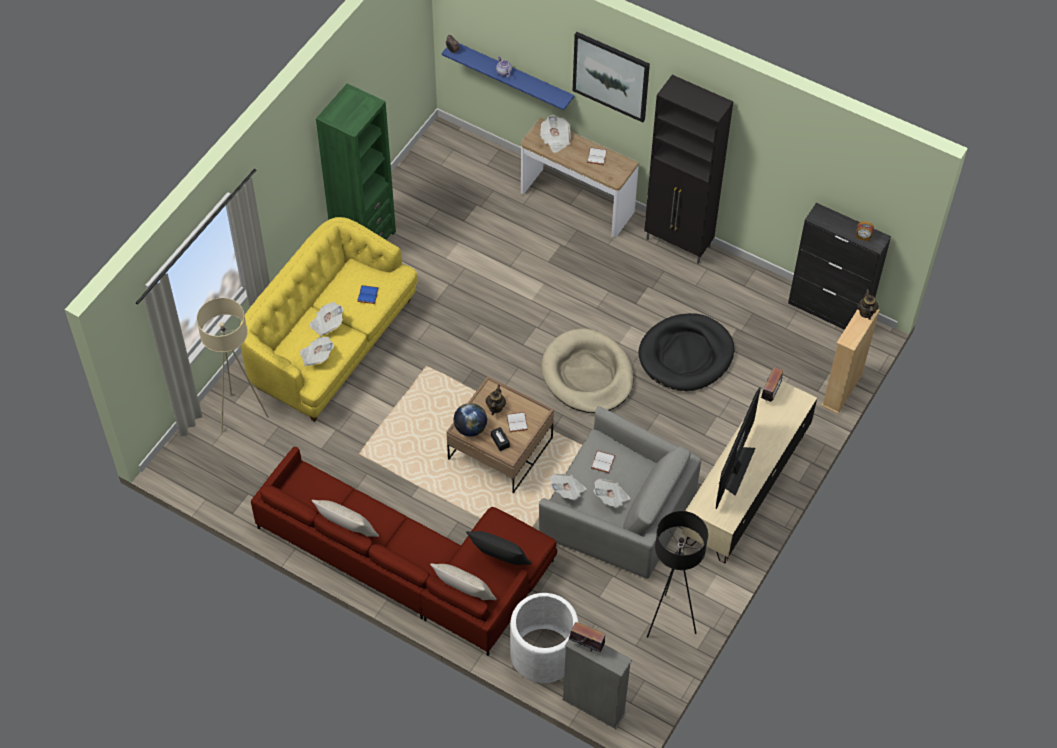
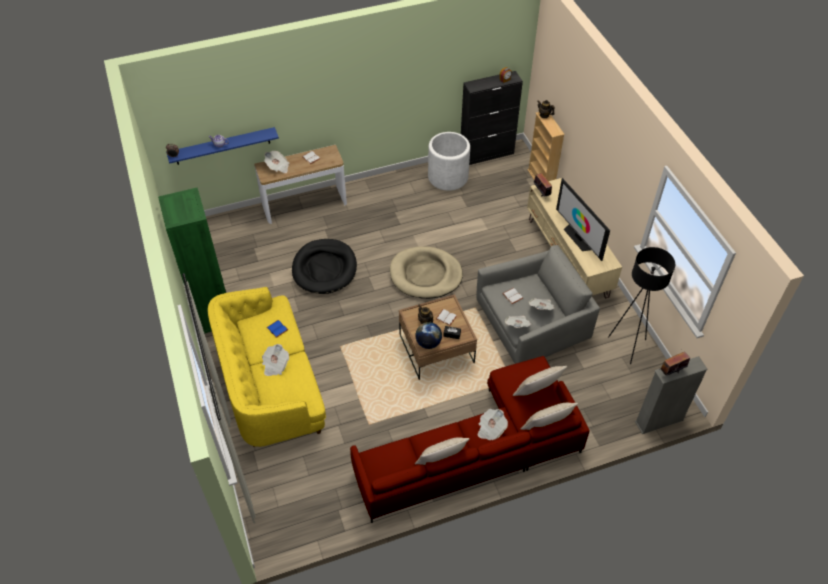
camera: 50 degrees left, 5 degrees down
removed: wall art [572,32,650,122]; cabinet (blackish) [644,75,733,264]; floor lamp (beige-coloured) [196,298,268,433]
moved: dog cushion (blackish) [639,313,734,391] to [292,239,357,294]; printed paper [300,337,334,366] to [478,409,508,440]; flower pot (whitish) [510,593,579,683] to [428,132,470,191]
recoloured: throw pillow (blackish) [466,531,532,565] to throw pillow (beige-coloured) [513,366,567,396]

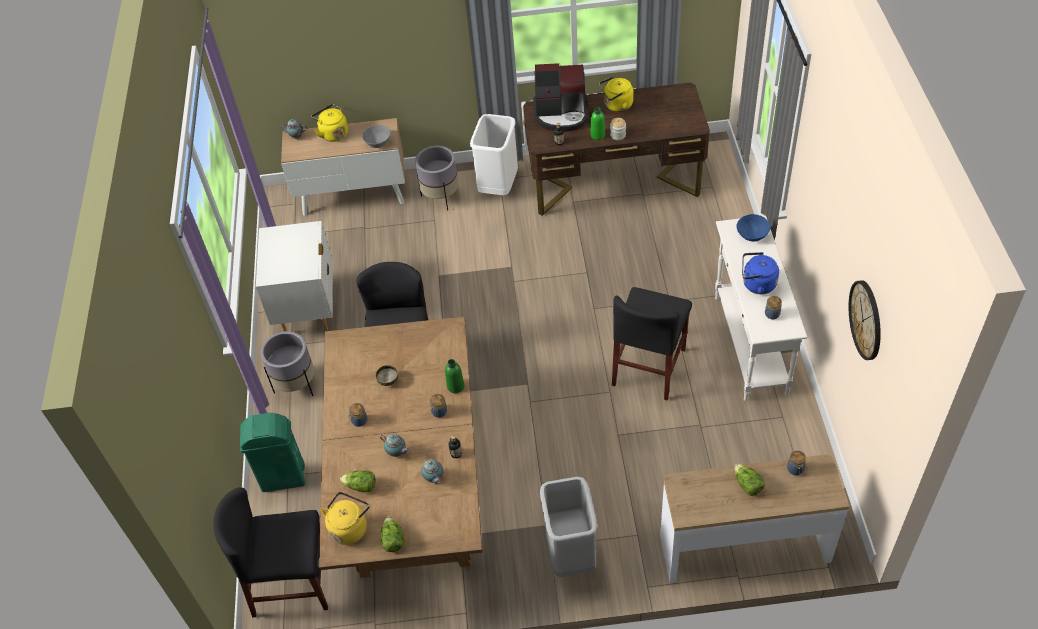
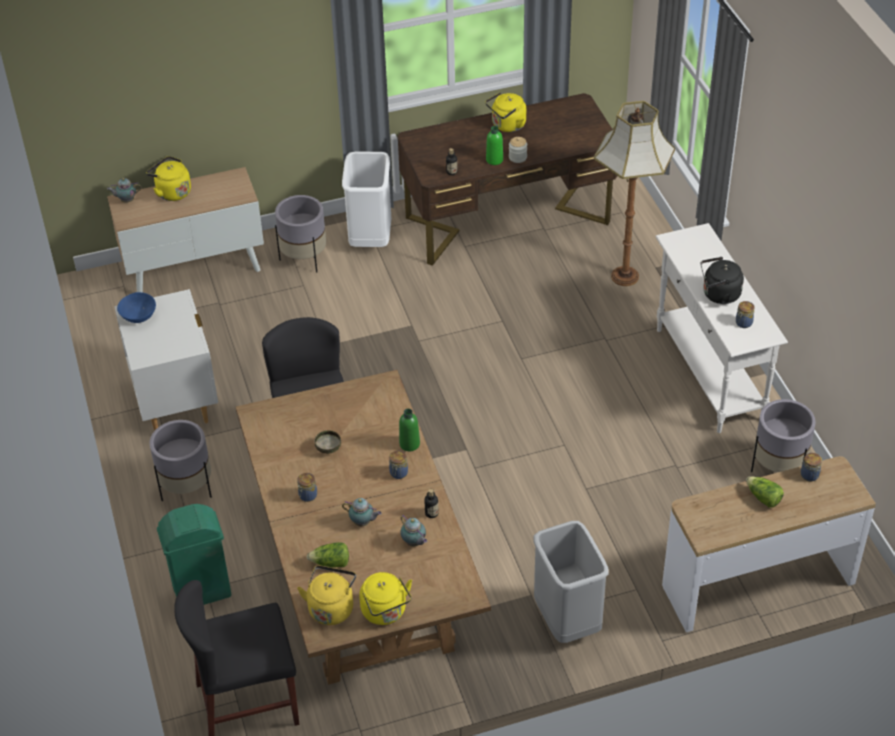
camera: 15 degrees left, 5 degrees down
removed: coffee machine [533,63,588,132]; serving bowl (grey) [362,125,391,148]; hanging clock [849,280,881,360]; plain chair (blackish) [612,287,692,400]
added: floor lamp [594,101,675,286]; flower pot (grey) [751,399,816,472]
moved: serving bowl (blue) [736,214,770,241] to [117,292,156,323]
replaced: lettuce head [381,517,405,552] to kettle (yellowish) [359,572,412,625]
recoloured: kettle (blue) [742,252,779,294] to kettle (blackish) [701,257,744,304]

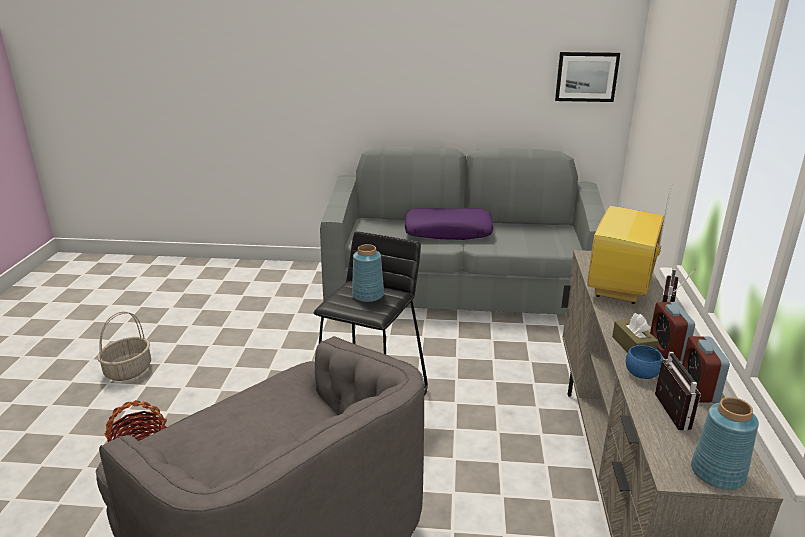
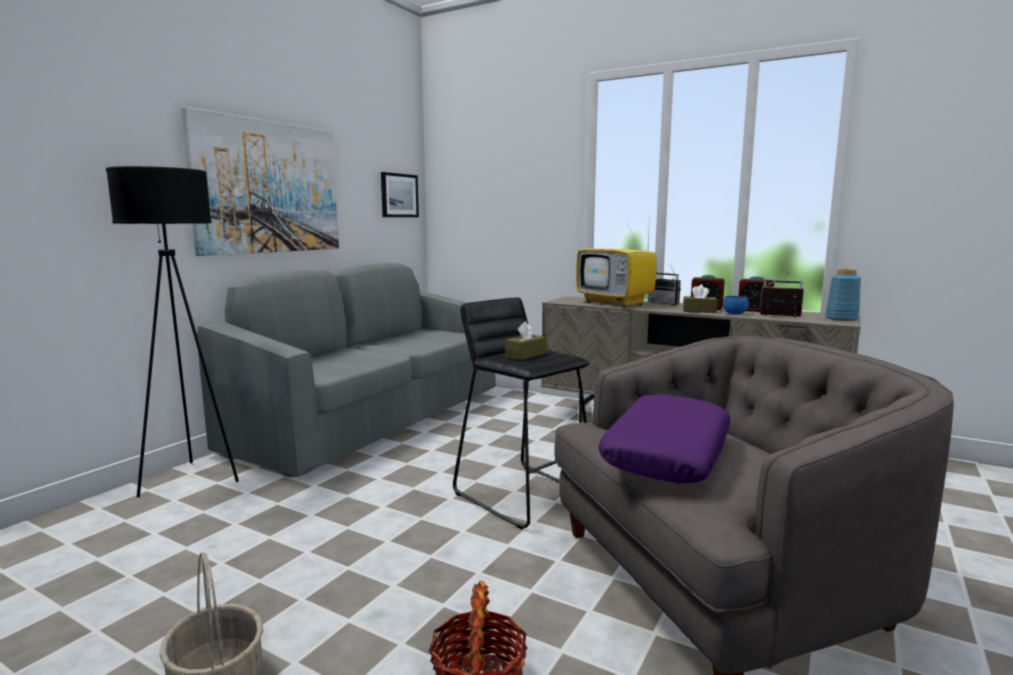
camera: 65 degrees left, 15 degrees down
added: wall art [181,107,339,256]; floor lamp (blackish) [106,166,239,497]
moved: throw pillow (purple-coloured) [405,208,493,240] to [598,394,730,484]
replaced: decorative vase (blue) [352,244,384,302] to box of tissues (brown) [505,321,547,360]

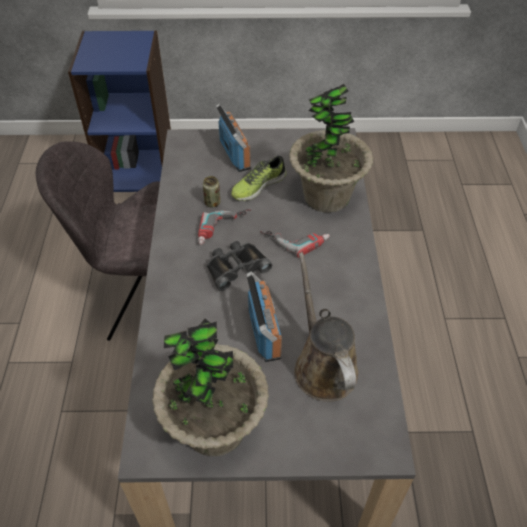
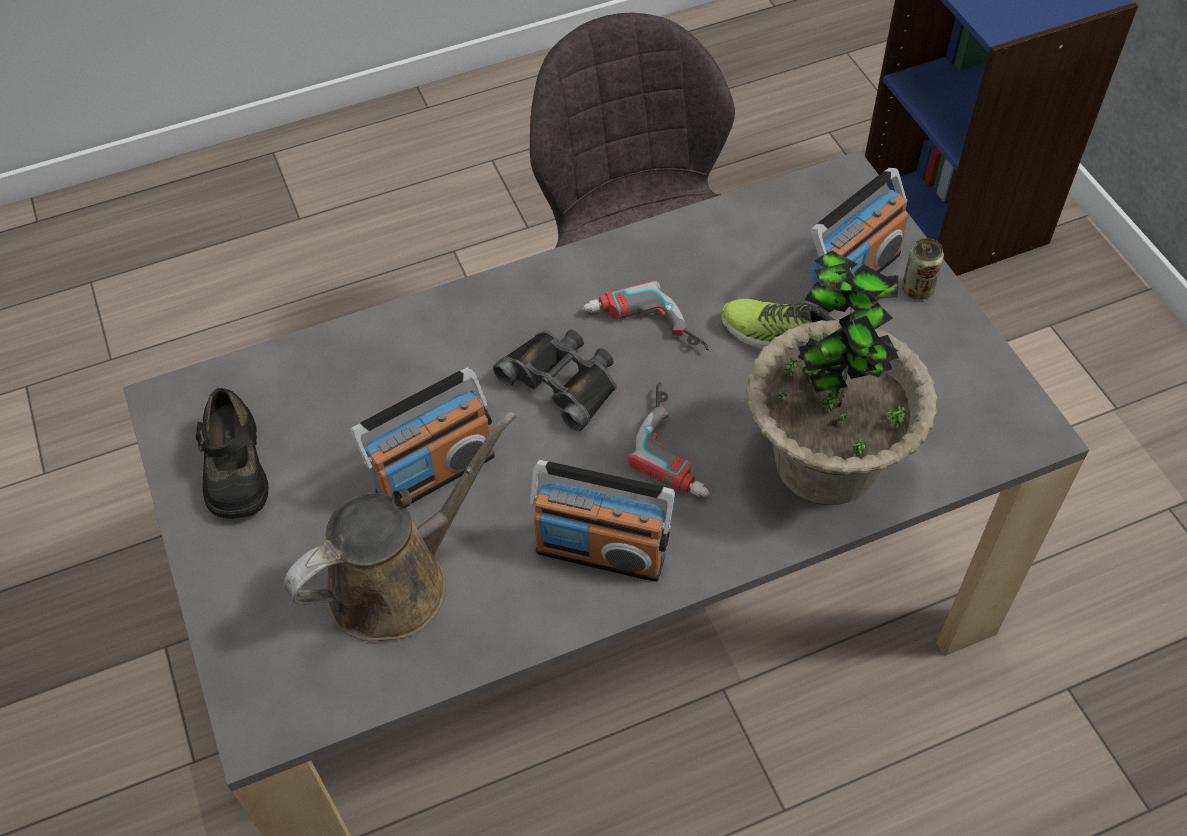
camera: 70 degrees right, 5 degrees up
added: radio receiver [529,460,675,582]
moved: can [203,176,220,207] to [902,238,944,300]
replaced: houseplant [152,319,269,456] to shoe (blackish) [196,388,269,519]

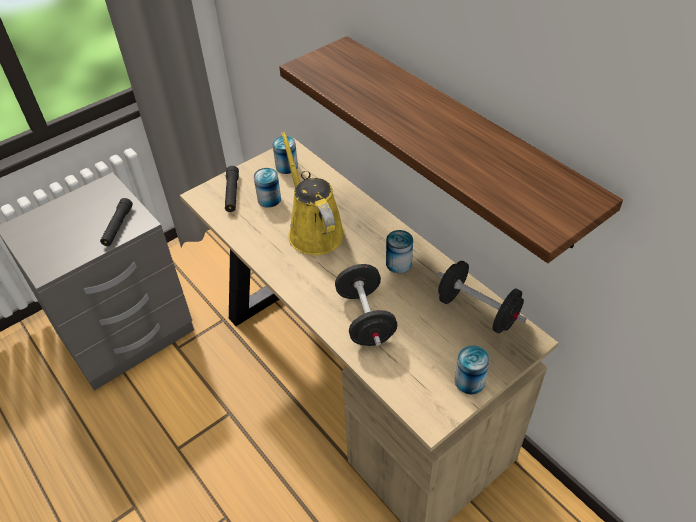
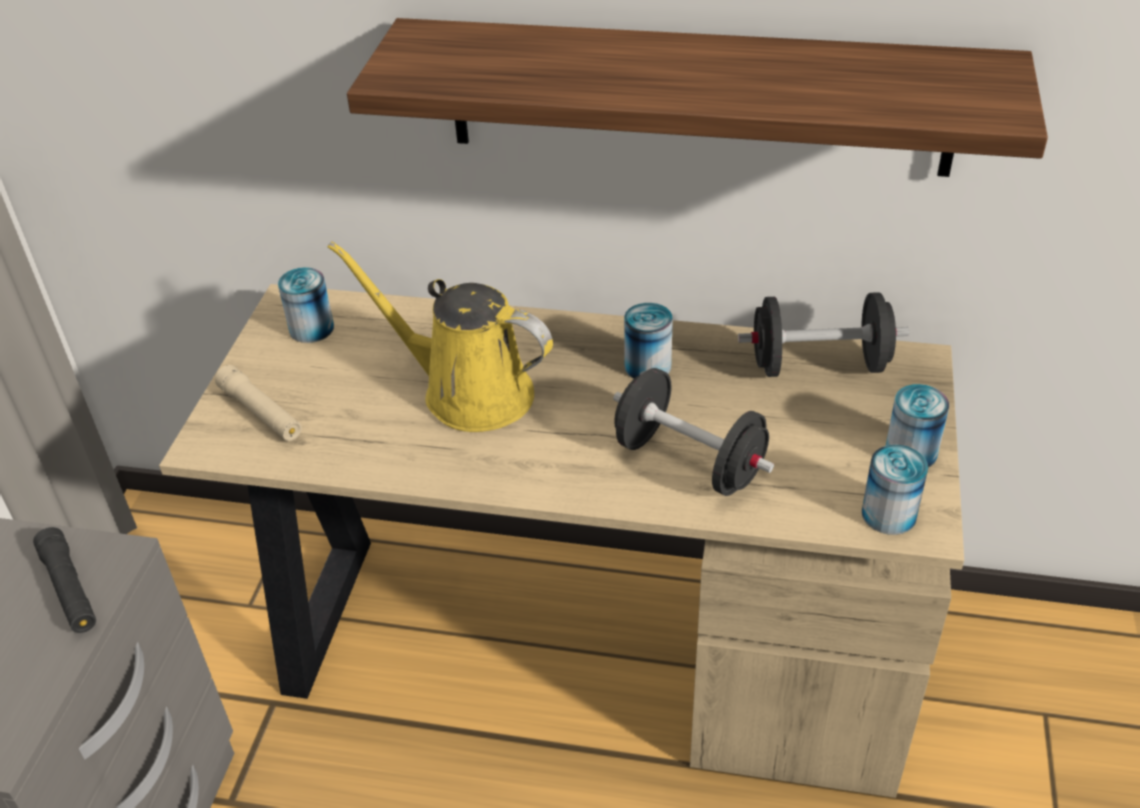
camera: 40 degrees left, 5 degrees down
moved: can [254,168,281,208] to [862,444,928,535]
recoloured: hand torch (blackish) [225,166,239,212] to hand torch (beige-coloured) [215,365,302,441]

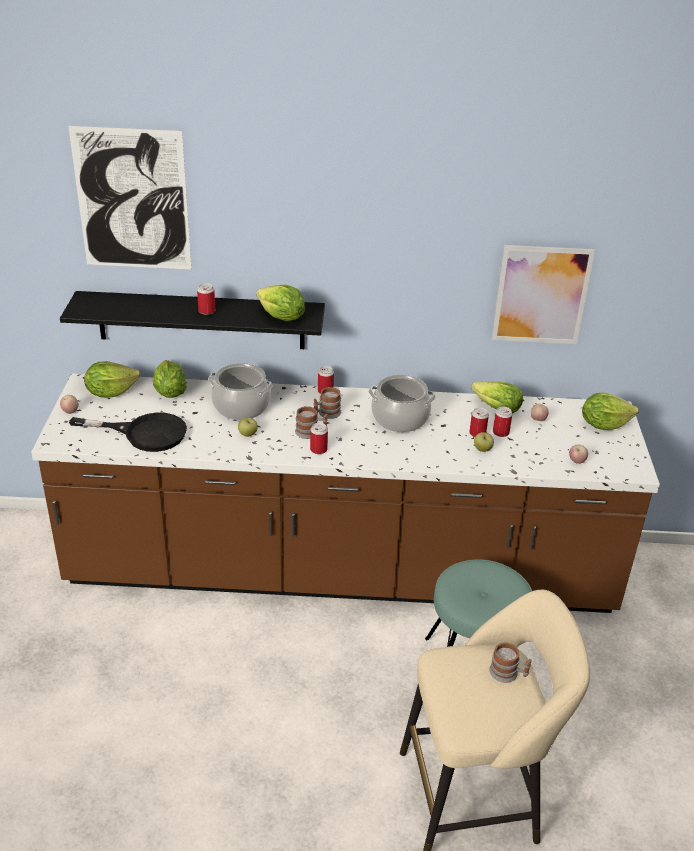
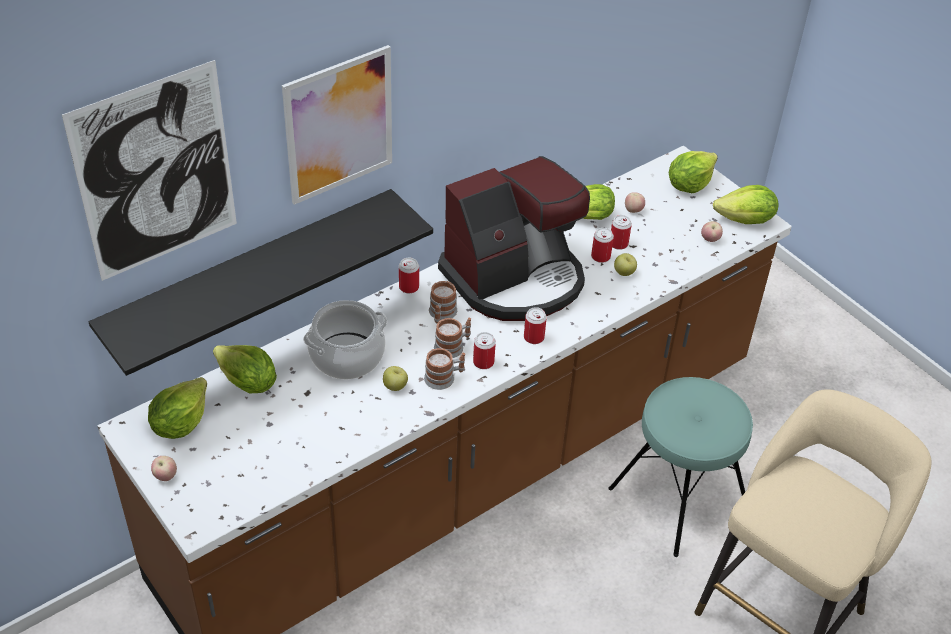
camera: 40 degrees left, 10 degrees up
removed: frying pan (blackish) [69,413,187,452]
moved: wall art [492,245,595,344] to [282,45,392,205]; can [197,283,215,315] to [524,307,547,344]; lettuce head [256,285,305,322] to [713,185,778,224]; mug [489,642,532,683] to [424,348,465,390]
replaced: saucepot [369,375,436,432] to coffee machine [438,156,590,321]

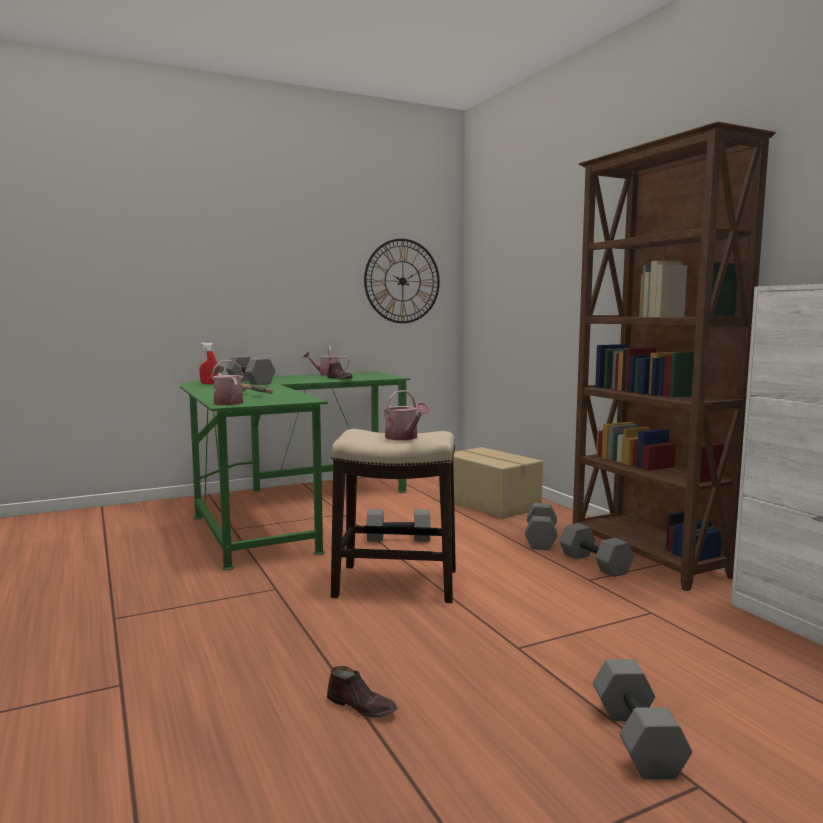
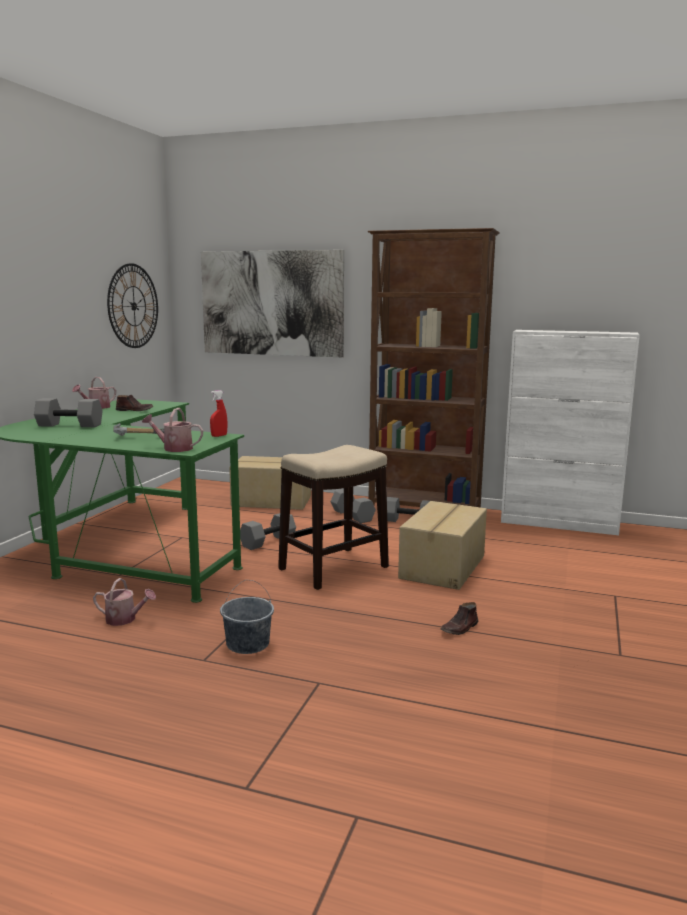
camera: 45 degrees left, 5 degrees up
removed: hand weight (grey) [593,659,692,780]
added: wall art [201,250,344,357]; packing box [398,501,487,590]; water bucket (grey) [220,580,274,654]
moved: hand sprayer (reddish) [199,342,218,384] to [210,390,227,437]; watering pot [384,390,430,440] to [93,578,156,626]
turned: shoe (brown) [327,666,397,718] = [441,602,479,635] 150 degrees clockwise

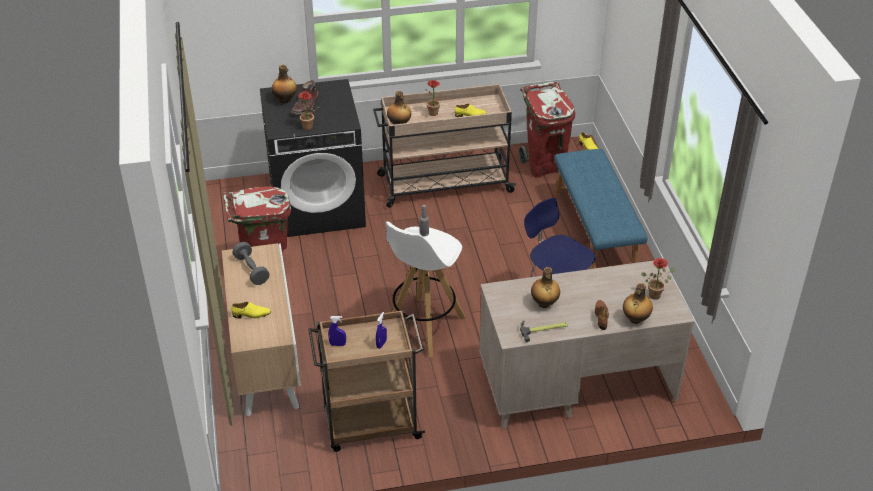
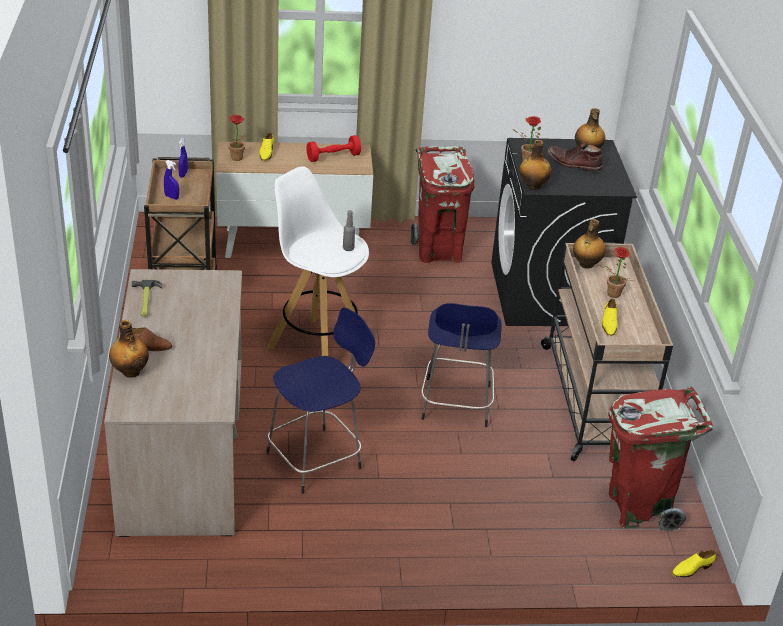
camera: 95 degrees right, 5 degrees down
removed: indoor bench (blue) [554,149,648,269]
added: sitting stool (blue) [421,303,502,427]
moved: houseplant [641,258,676,300] to [226,115,249,161]; drink bottle [531,267,560,308] to [519,140,552,190]
recoloured: hand weight (grey) [232,242,269,285] to hand weight (reddish) [306,135,361,162]

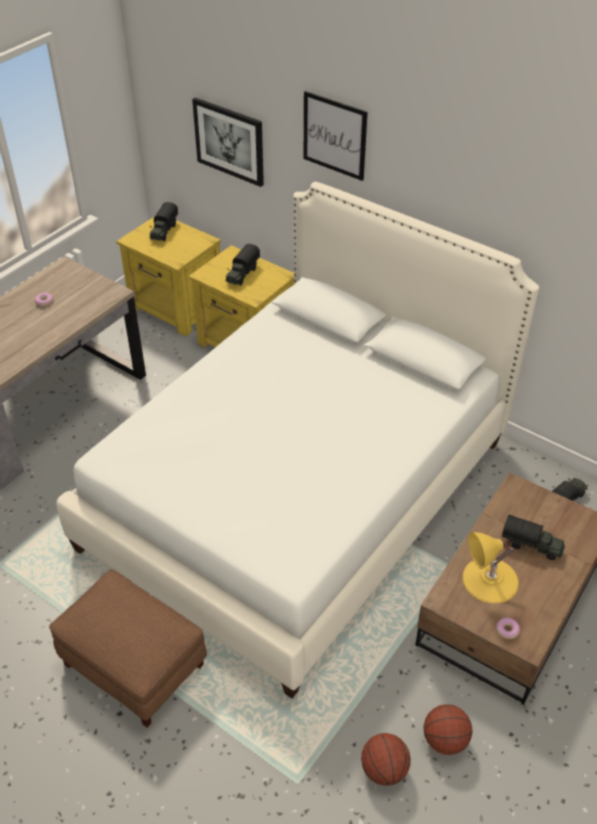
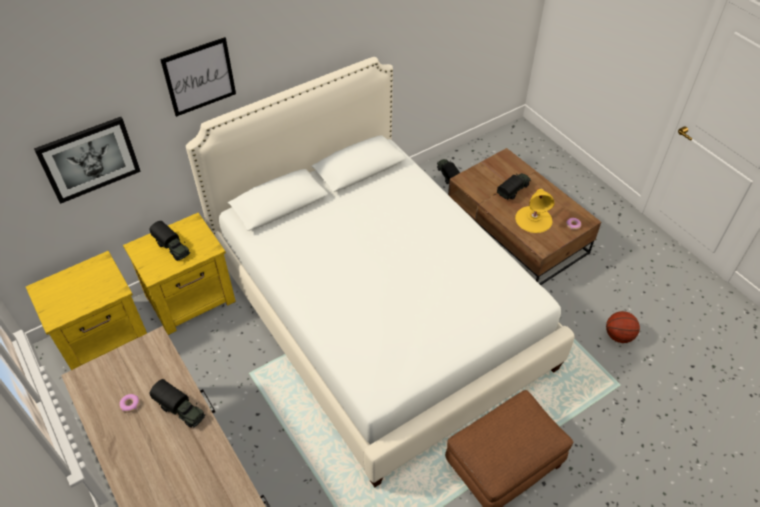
camera: 70 degrees left, 5 degrees up
removed: basketball [424,704,472,755]
moved: model truck [149,202,178,241] to [150,379,205,428]

